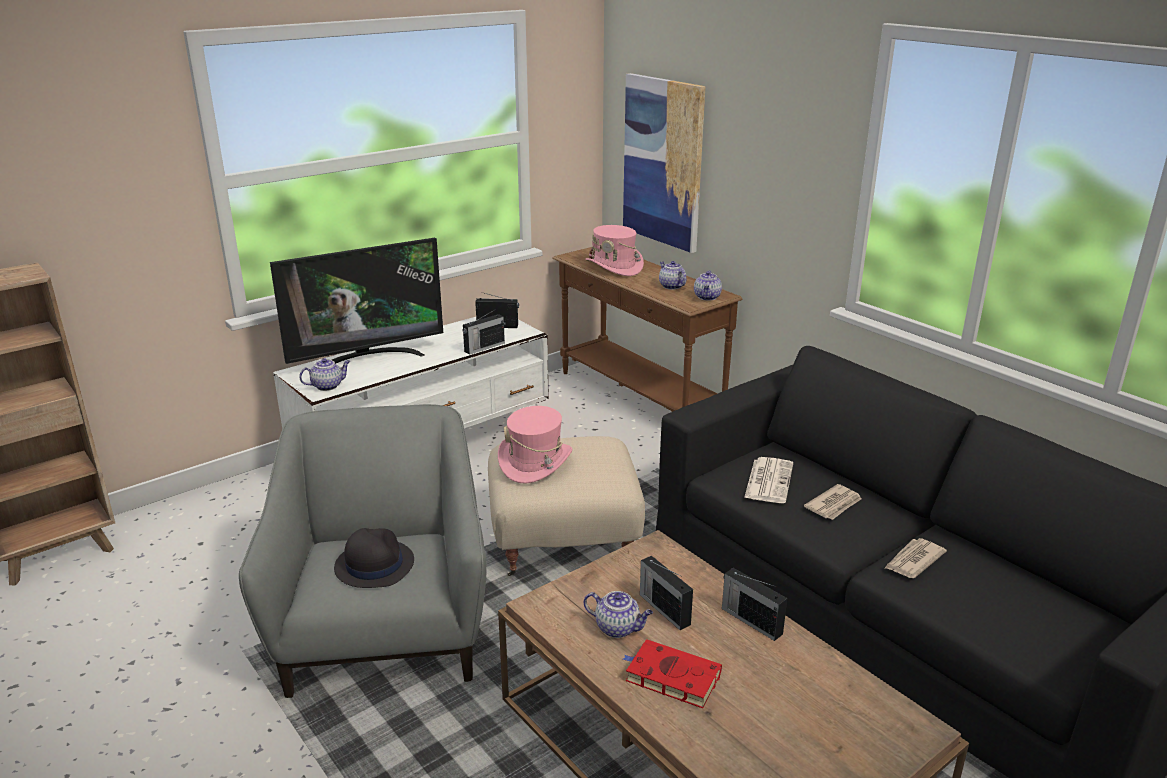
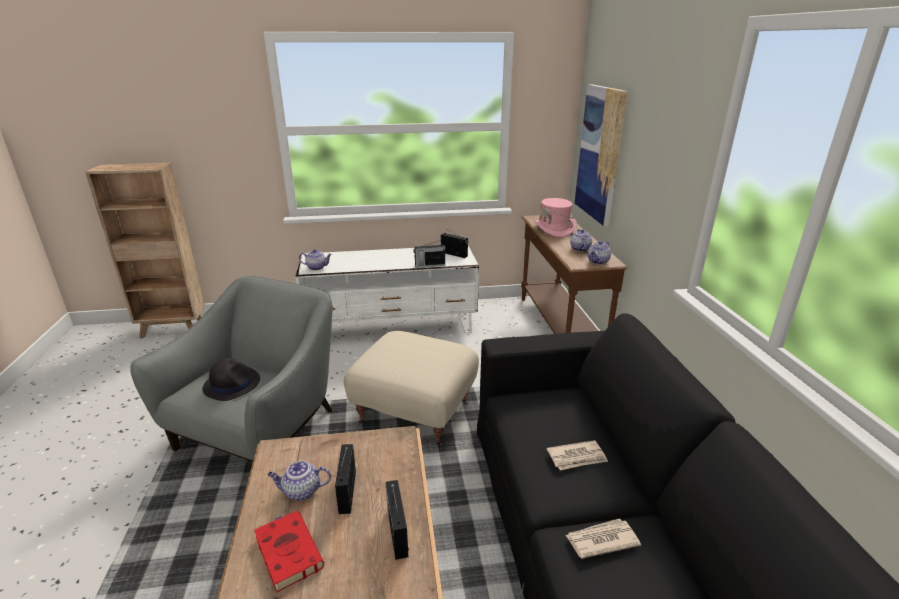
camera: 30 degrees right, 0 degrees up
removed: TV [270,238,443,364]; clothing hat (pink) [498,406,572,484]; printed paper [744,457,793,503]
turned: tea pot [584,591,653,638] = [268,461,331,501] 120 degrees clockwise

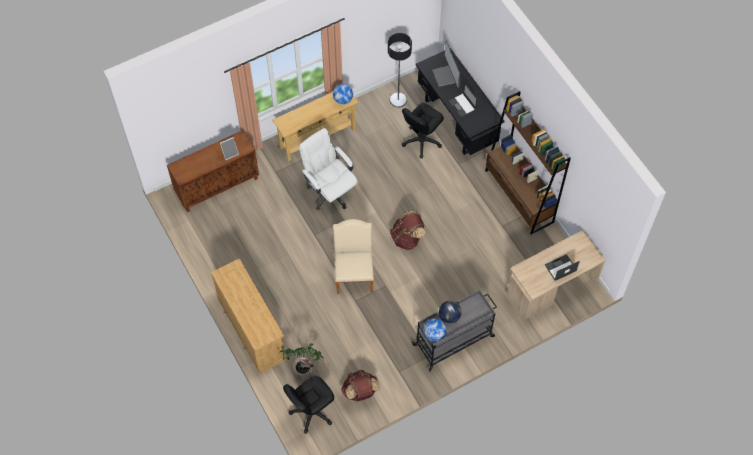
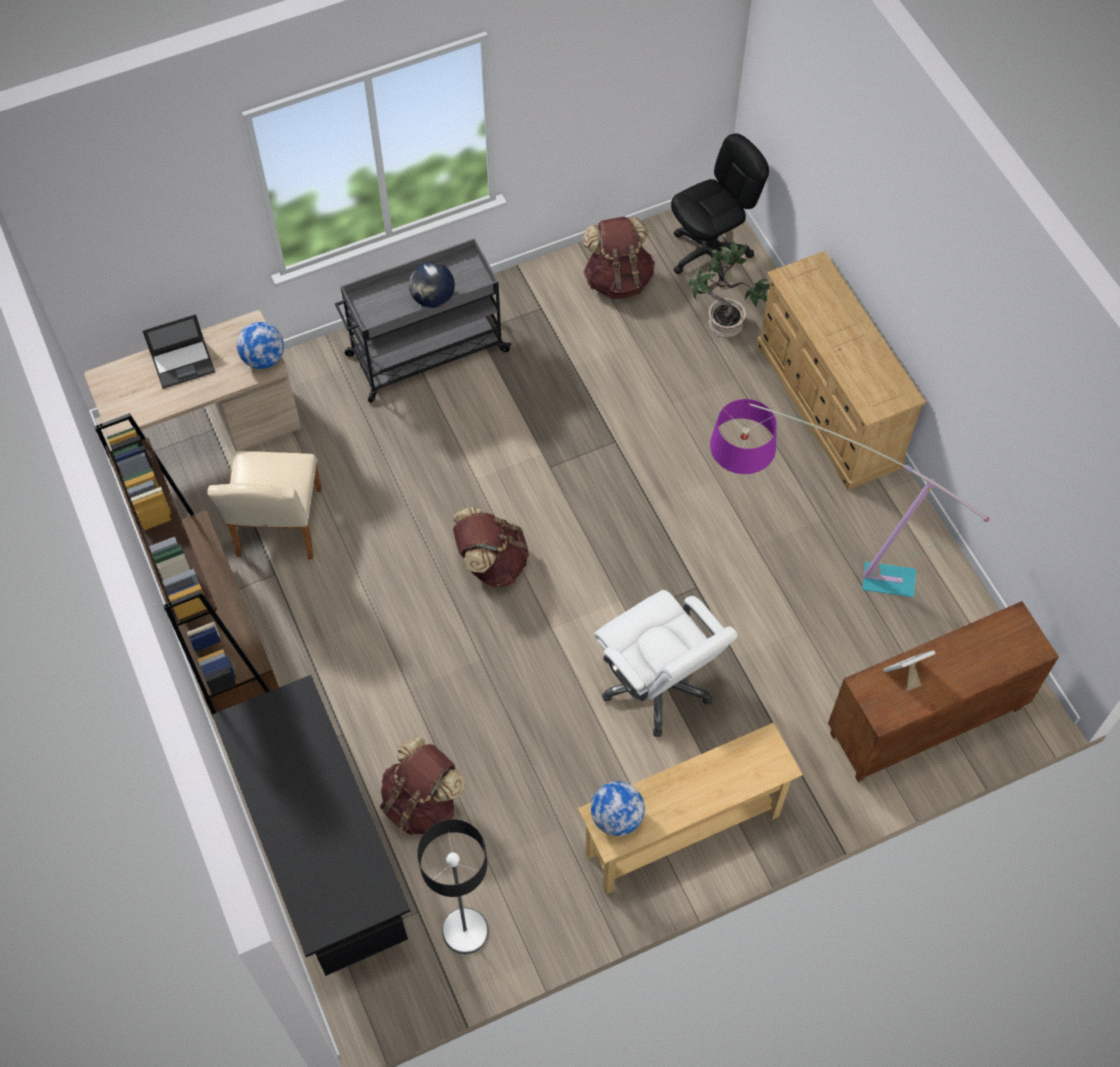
camera: 175 degrees left, 0 degrees up
removed: monitor [432,40,460,88]; laptop [448,82,478,118]
added: floor lamp [710,399,989,597]
moved: plain chair (beige-coloured) [333,219,374,294] to [207,451,322,560]; globe [424,319,447,341] to [237,322,284,369]
replaced: computer chair (blackish) [402,103,444,158] to knapsack (brown) [380,737,465,835]

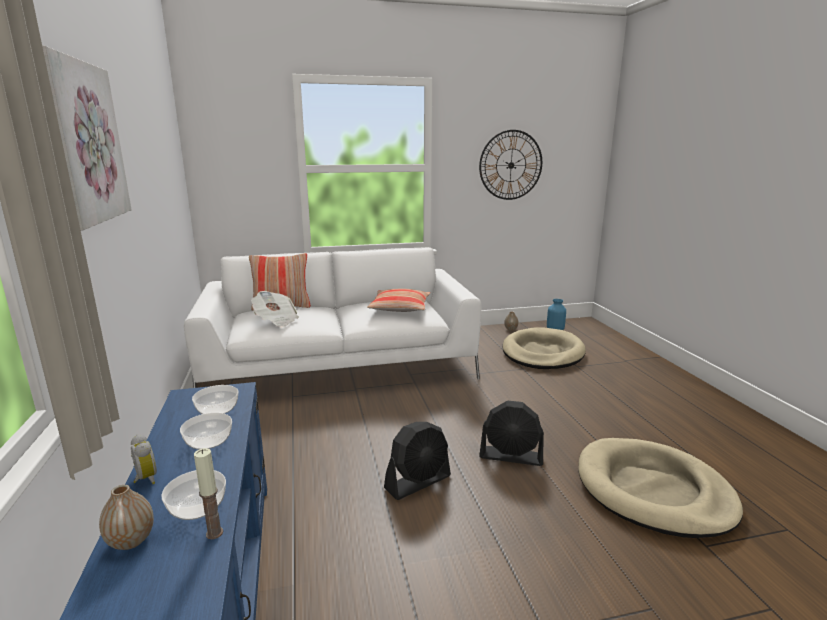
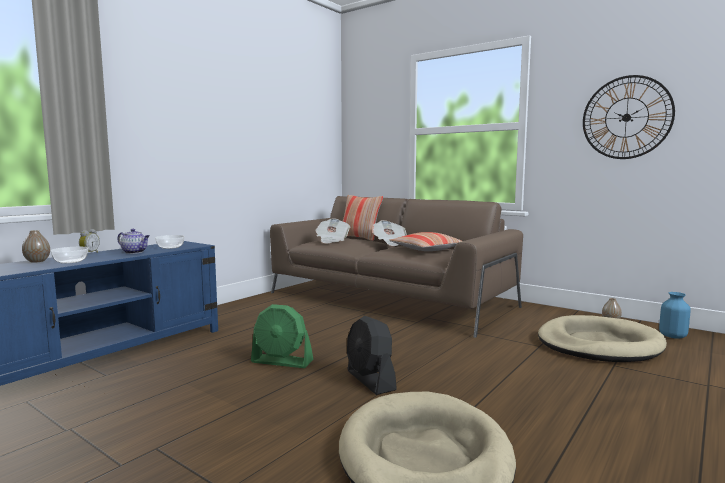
camera: 50 degrees right, 10 degrees down
removed: wall art [42,46,131,230]; candle [194,448,223,539]
added: printed paper [373,220,407,246]
replaced: serving bowl [180,412,232,449] to tea pot [117,229,149,254]
recoloured: settee (whitish) [184,247,482,388] to settee (brown) [270,196,523,338]; fan (blackish) [384,422,451,500] to fan (green-coloured) [251,304,314,368]

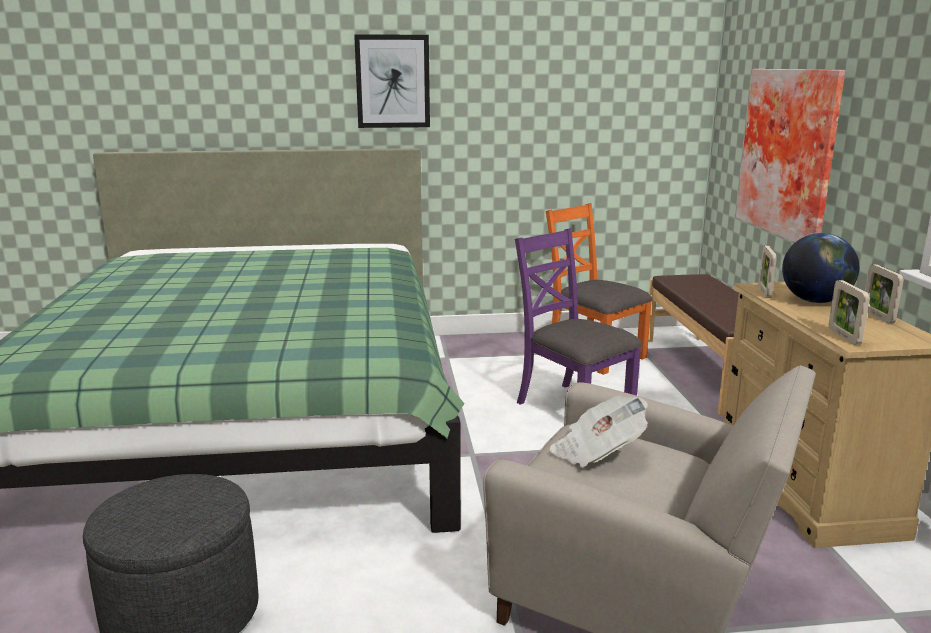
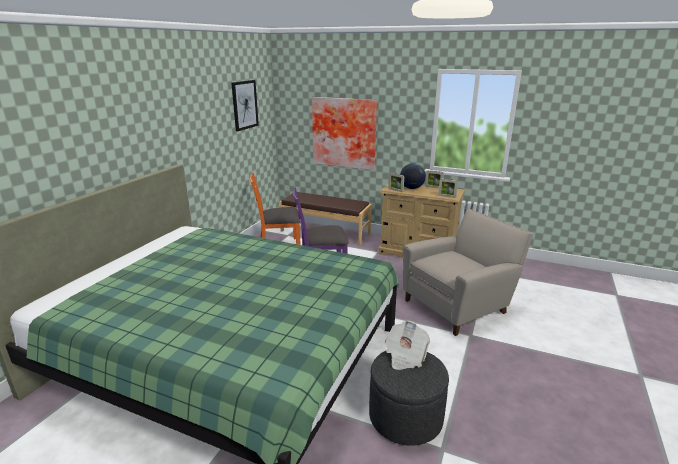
camera: 60 degrees left, 5 degrees up
moved: wall art [354,34,430,128] to [231,80,259,131]; printed paper [550,396,649,468] to [385,321,430,370]

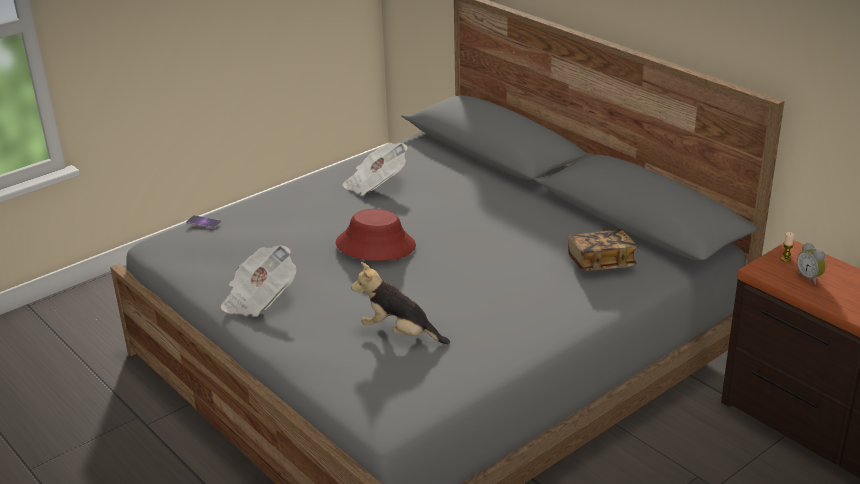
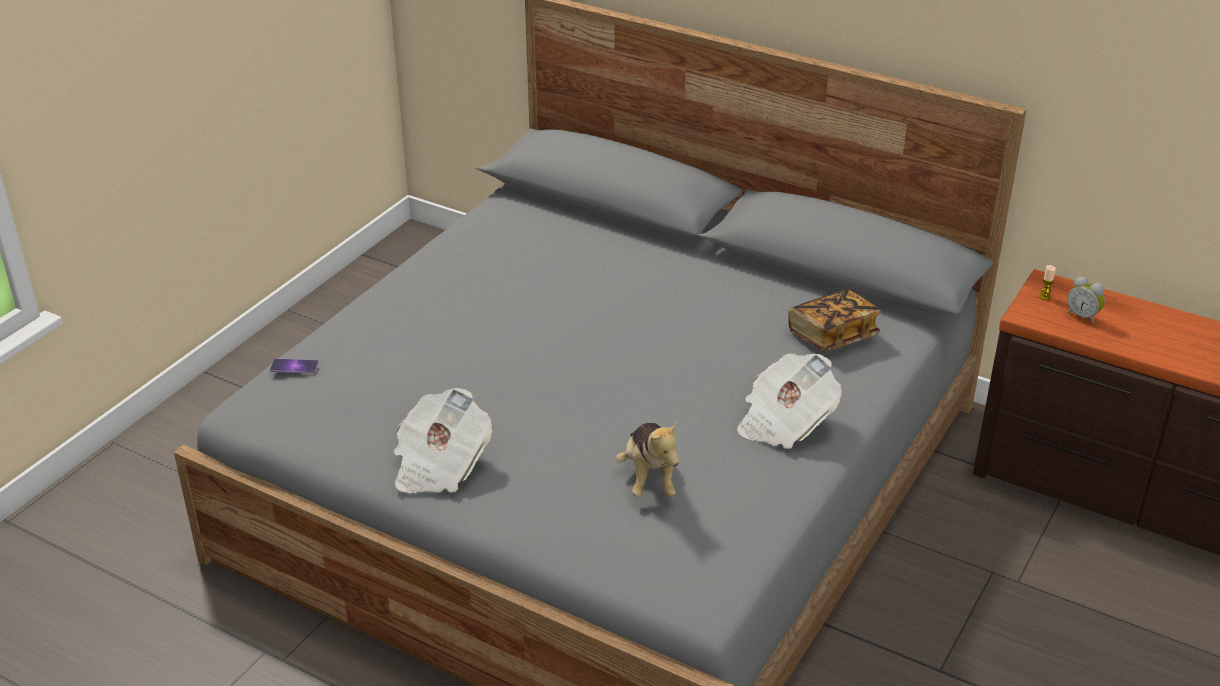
camera: 20 degrees left, 5 degrees up
removed: clothing hat (reddish) [336,209,416,261]
moved: printed paper [343,143,408,195] to [737,353,842,449]
turned: cuddly toy [351,262,450,344] = [616,421,679,497] 105 degrees counterclockwise

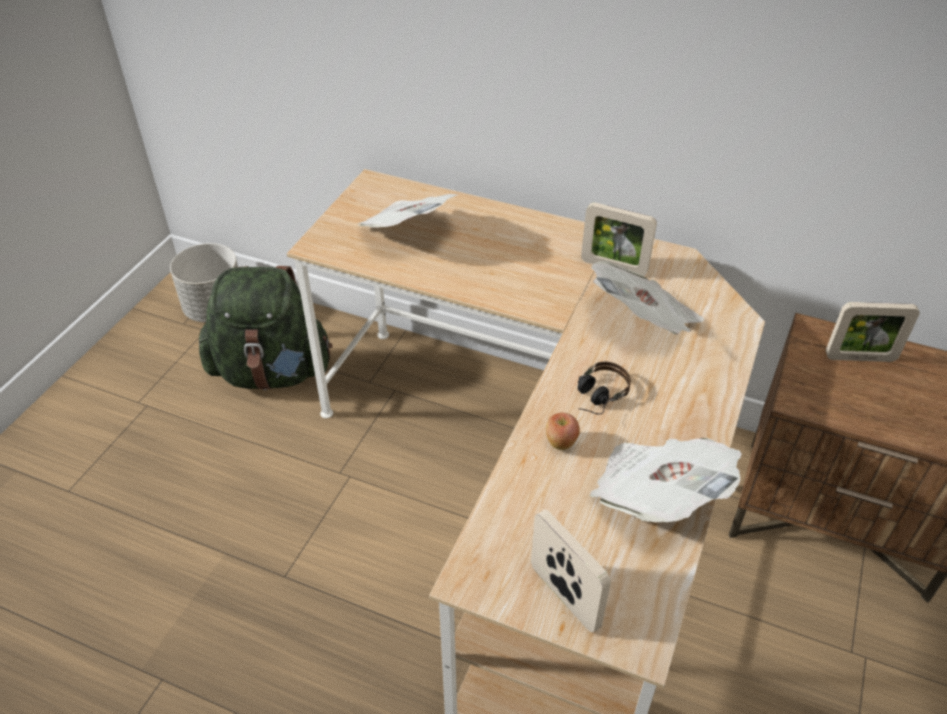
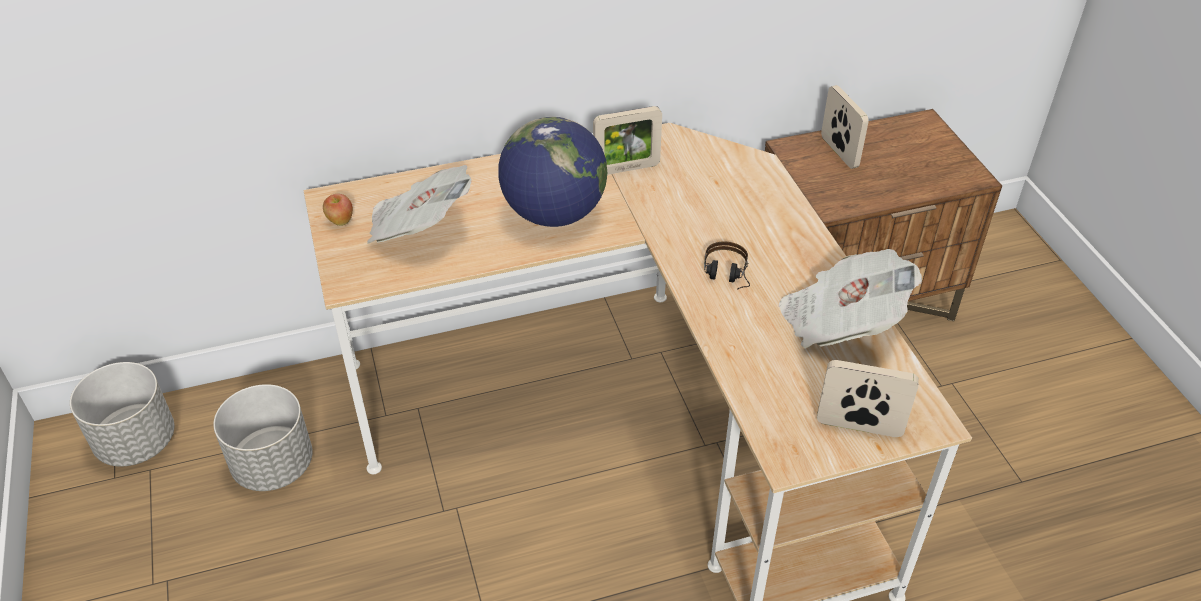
camera: 40 degrees left, 0 degrees up
removed: printed paper [591,261,704,335]
added: globe [498,117,607,227]
moved: apple [546,412,580,450] to [323,194,353,226]
replaced: knapsack (green-coloured) [199,266,333,390] to flower pot (grey) [213,384,313,491]
turned: picture frame [826,302,920,362] = [821,85,869,169] 75 degrees counterclockwise

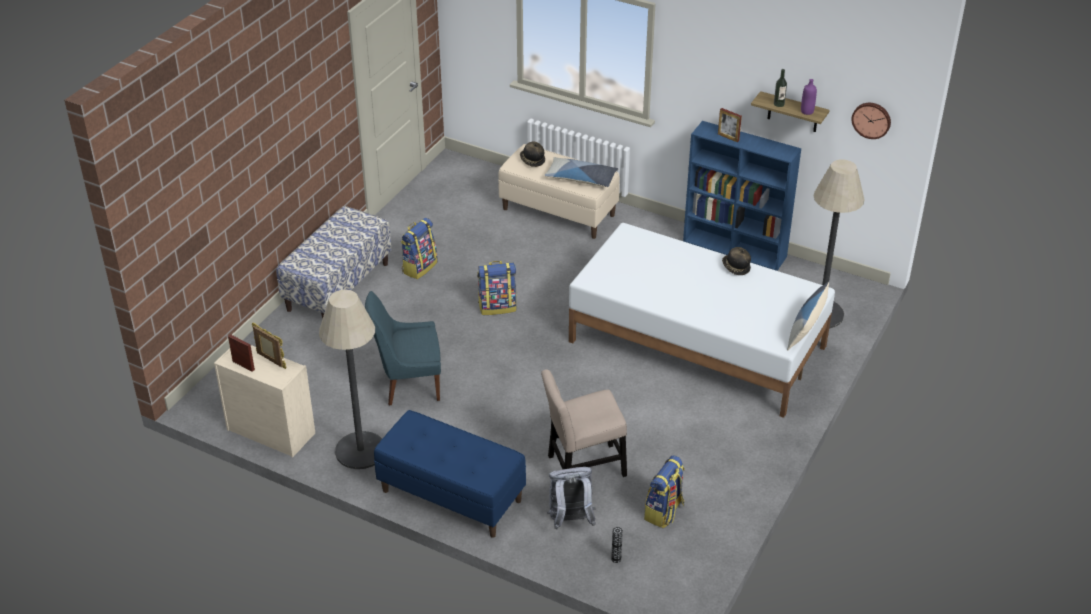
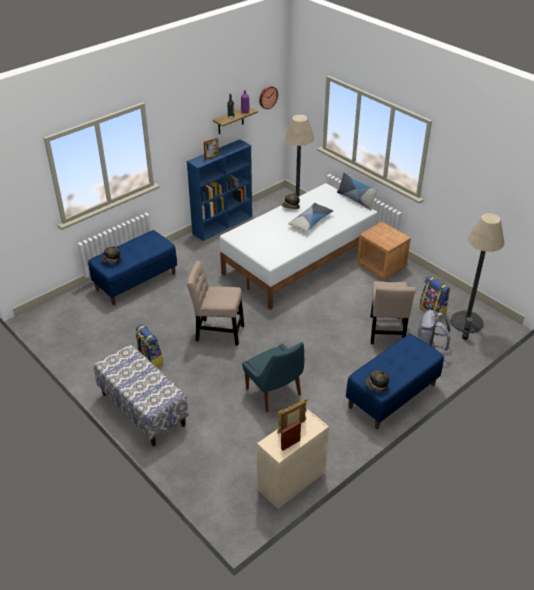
camera: 70 degrees left, 0 degrees up
added: bedside table (brown) [357,222,411,280]; clothing hat [365,370,389,392]
moved: throw pillow [545,157,618,187] to [288,203,333,232]; floor lamp [319,290,382,469] to [451,213,504,333]
replaced: knapsack [477,261,517,315] to plain chair (beige-coloured) [187,261,244,346]
recoloured: indoor bench (beige-coloured) [498,144,620,239] to indoor bench (blue) [88,230,177,305]
turned: plain chair (blue) [365,291,441,406] = [242,342,304,412] 45 degrees counterclockwise

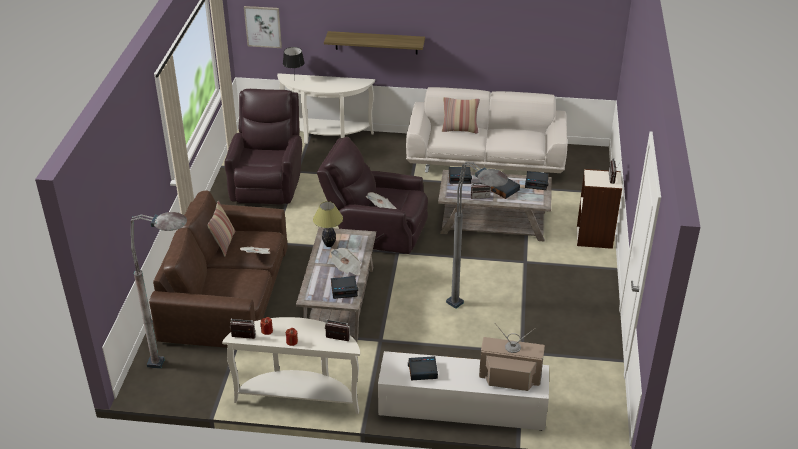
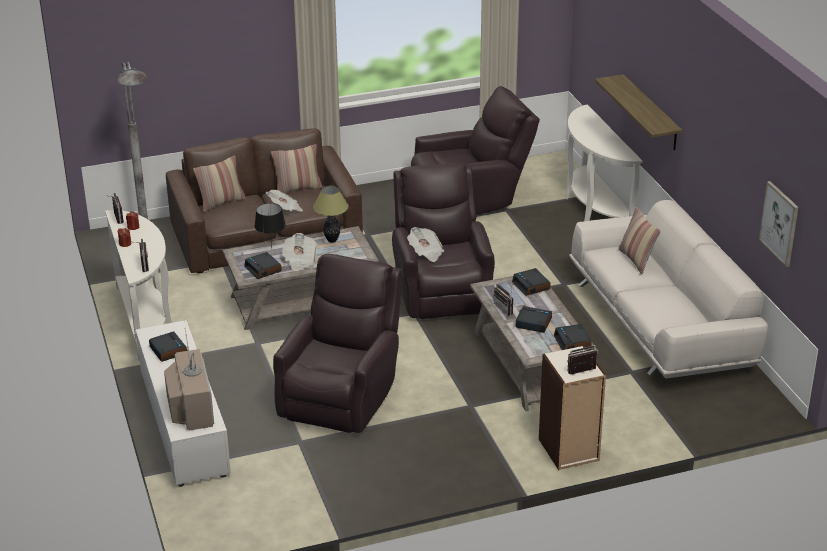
camera: 65 degrees right, 5 degrees down
added: throw pillow [193,155,246,212]
moved: wall art [244,6,282,48] to [759,181,798,267]; tabletop lamp (blackish) [283,47,305,77] to [255,203,286,250]
replaced: floor lamp (grey) [446,162,508,309] to lounge chair (brown) [273,254,403,433]

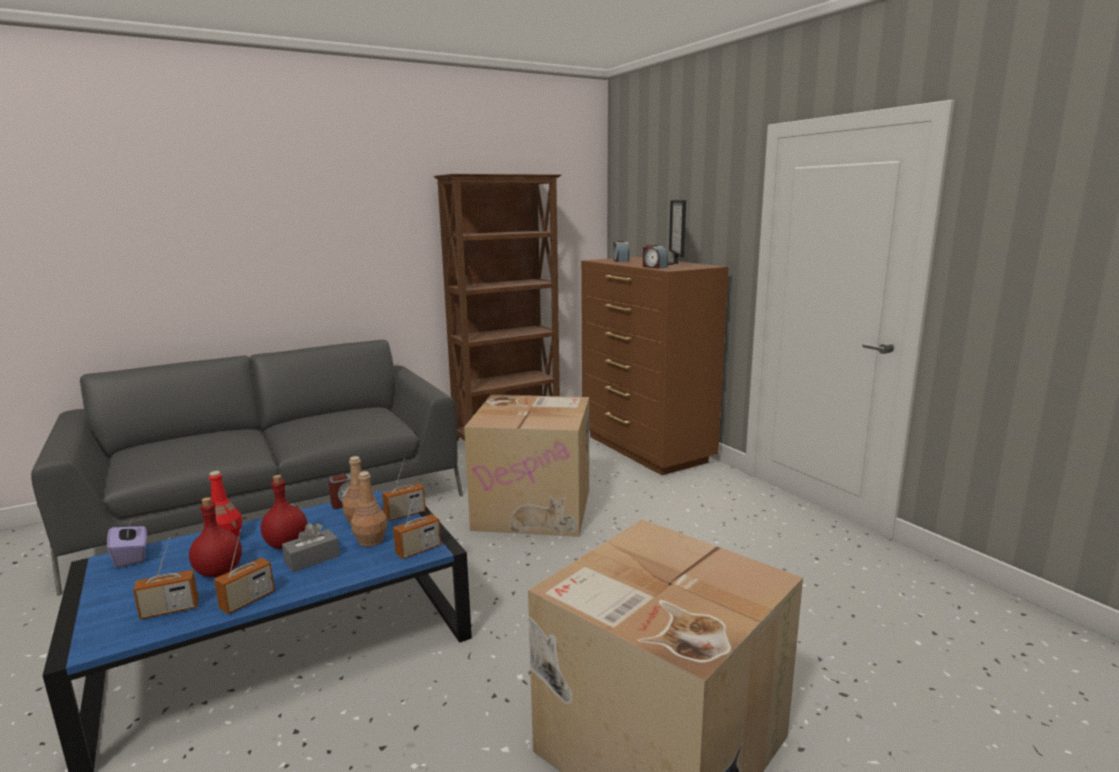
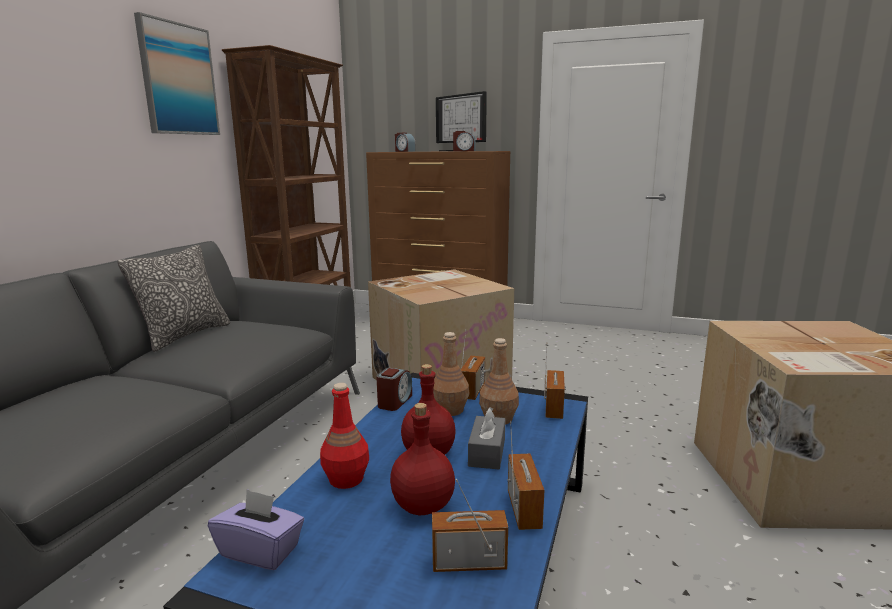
camera: 40 degrees left, 0 degrees up
added: wall art [134,12,220,135]; throw pillow [118,245,230,352]
turned: radio receiver [133,538,199,619] = [432,479,508,572] 120 degrees counterclockwise

